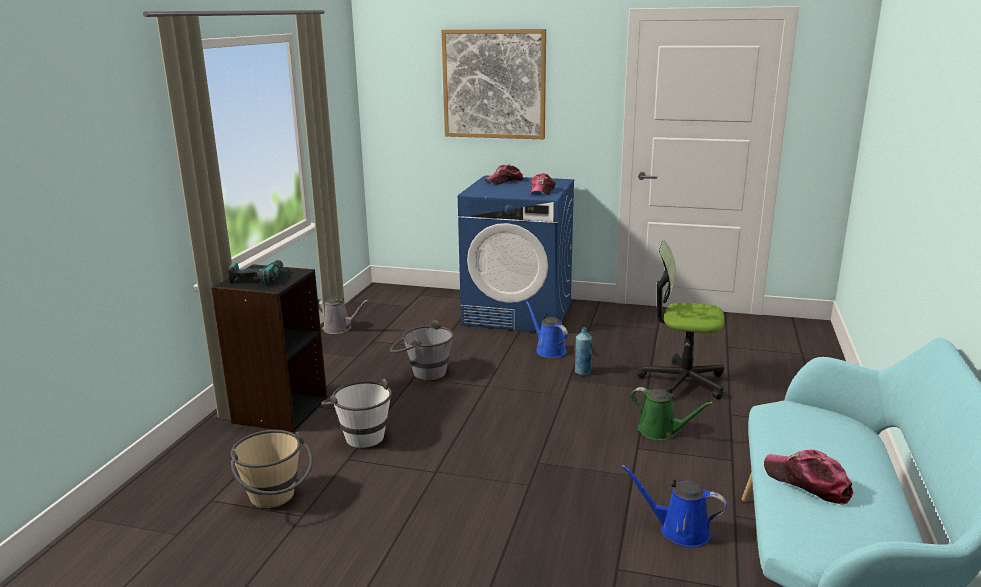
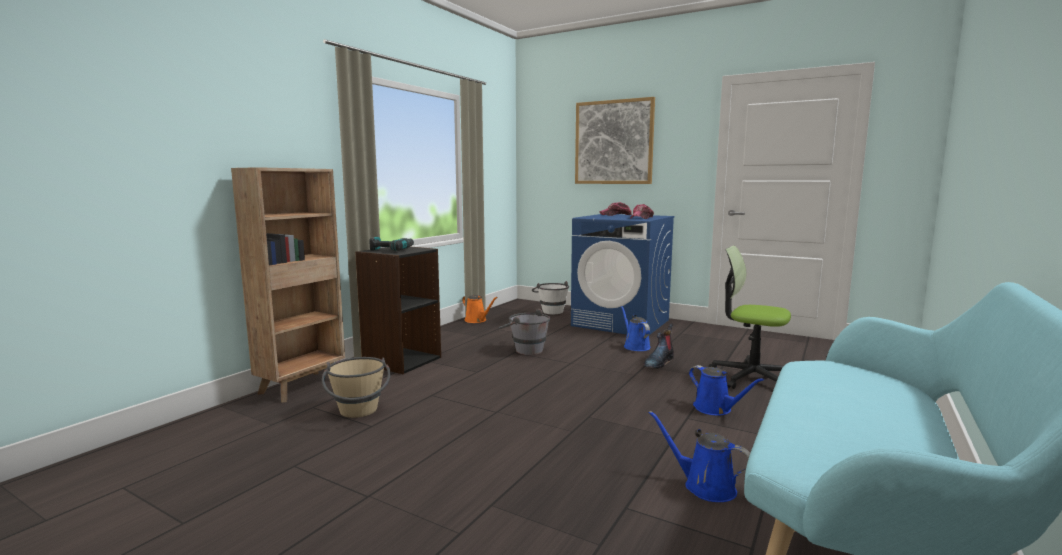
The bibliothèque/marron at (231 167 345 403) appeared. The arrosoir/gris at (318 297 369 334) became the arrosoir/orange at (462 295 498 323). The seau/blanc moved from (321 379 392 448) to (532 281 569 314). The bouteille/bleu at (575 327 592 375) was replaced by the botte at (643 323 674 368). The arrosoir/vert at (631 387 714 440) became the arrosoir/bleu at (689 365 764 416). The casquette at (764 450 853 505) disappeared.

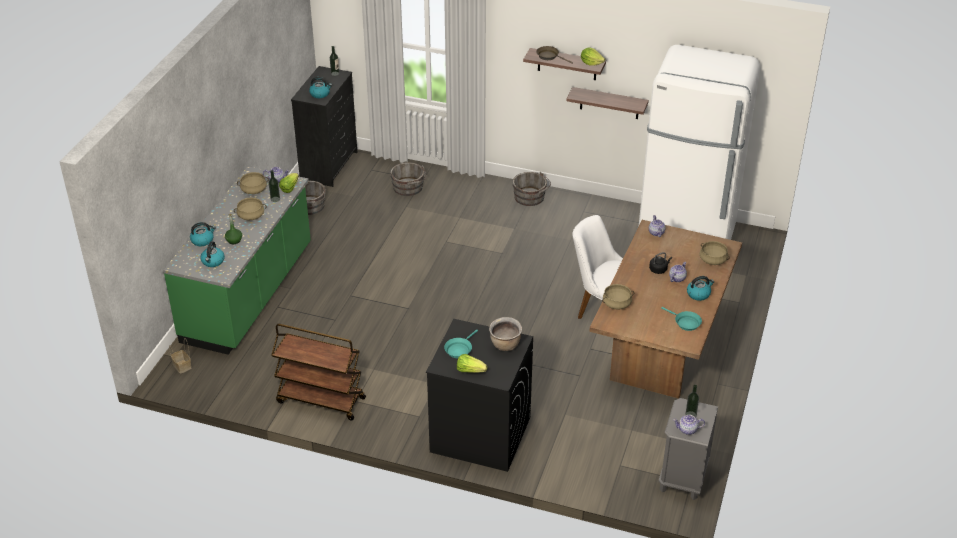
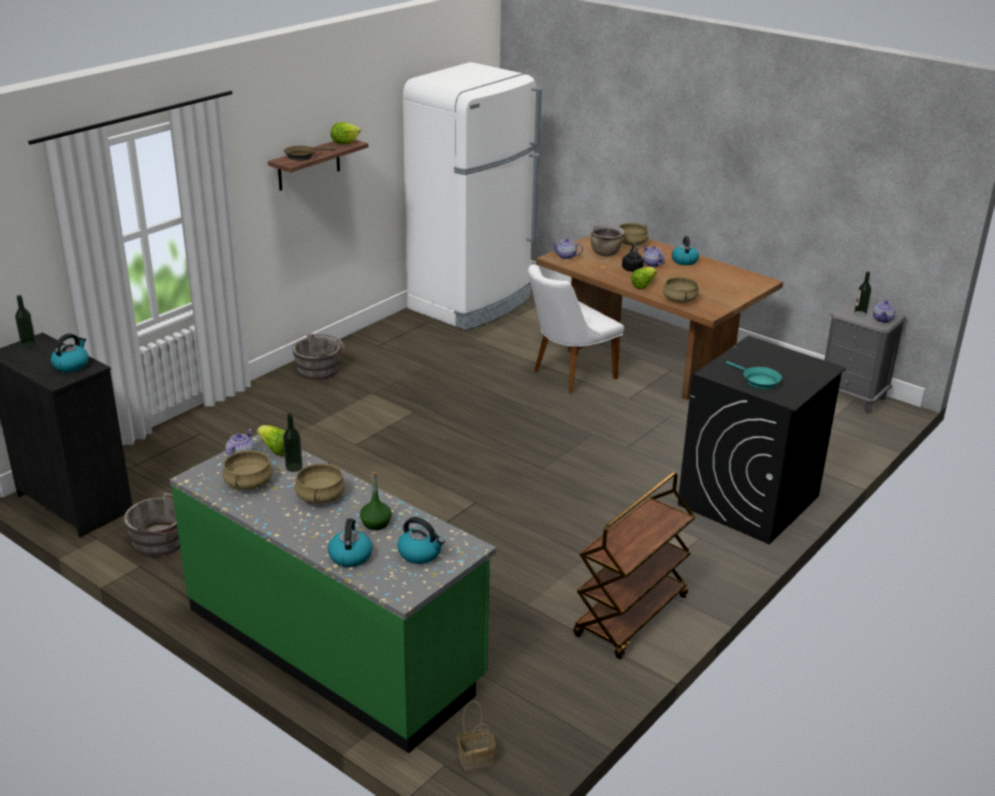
The marmite/marron moved from (489 317 522 351) to (590 224 624 256). The laitue moved from (457 354 487 373) to (631 267 657 289). The seau/gris at (390 162 426 196) disappeared. The étagère at (566 87 649 119) disappeared. The poêle/turquoise at (661 307 702 331) disappeared.

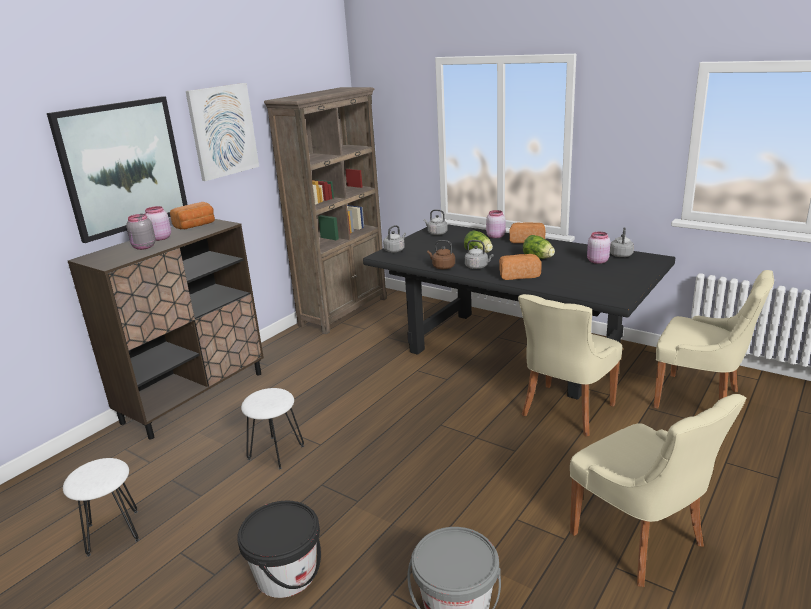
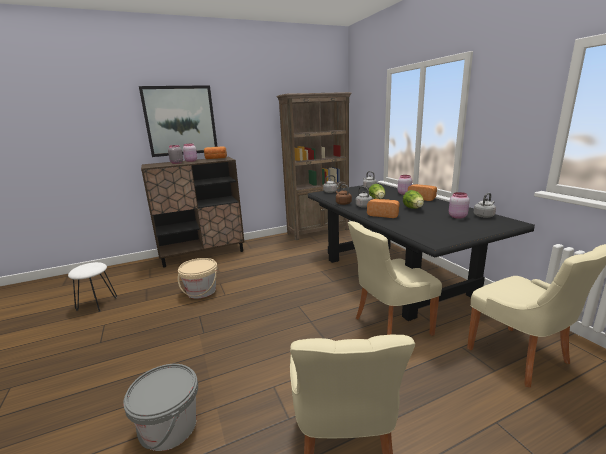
The tabouret/blanc at (241 388 304 469) was replaced by the seau/beige at (178 258 217 299). The tableau at (186 83 259 181) disappeared. The seau/noir at (237 501 321 598) disappeared.

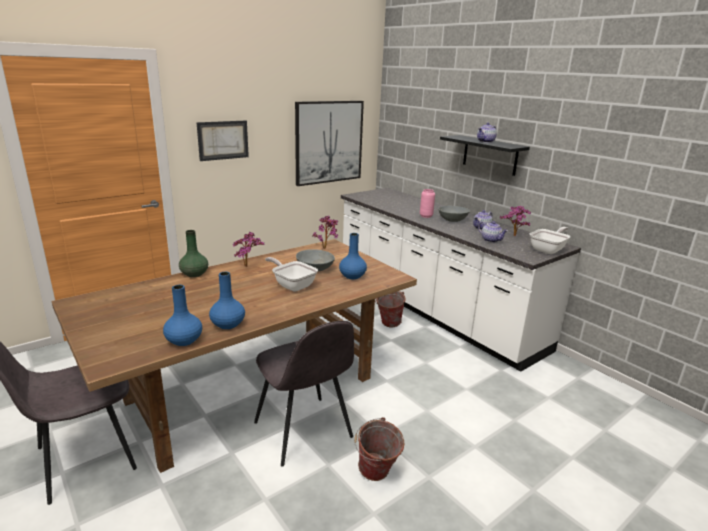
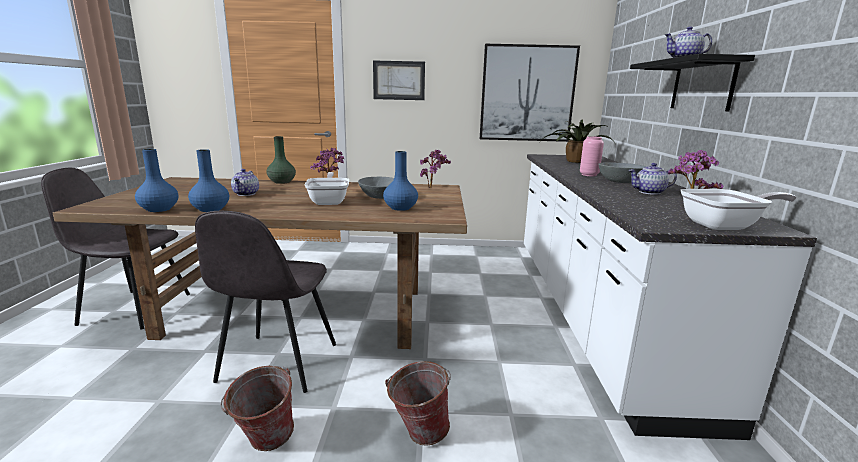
The théière moved from (478 221 508 243) to (231 169 259 196). The seau moved from (375 291 406 327) to (385 361 451 446). The plante en pot at (541 120 615 163) appeared.

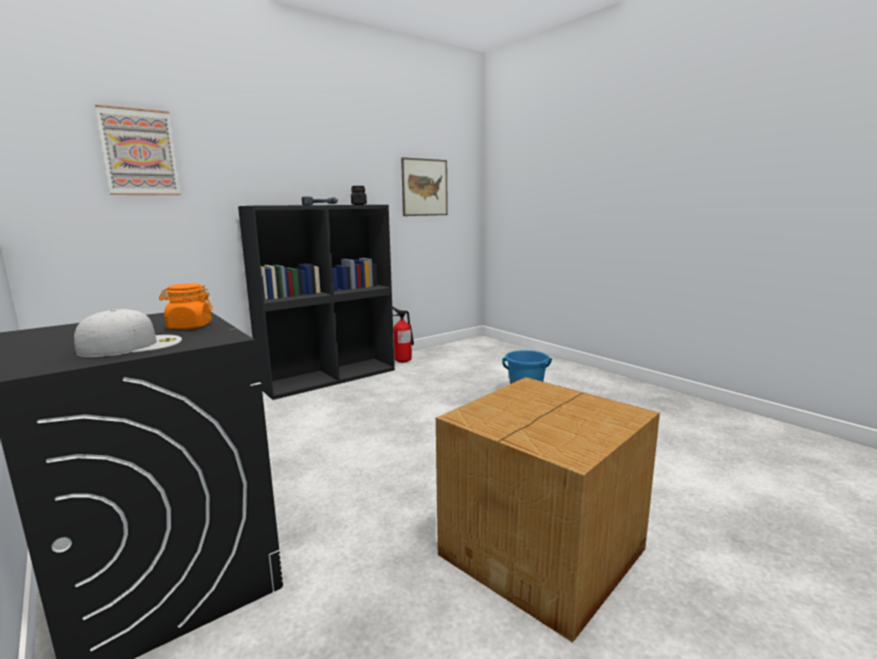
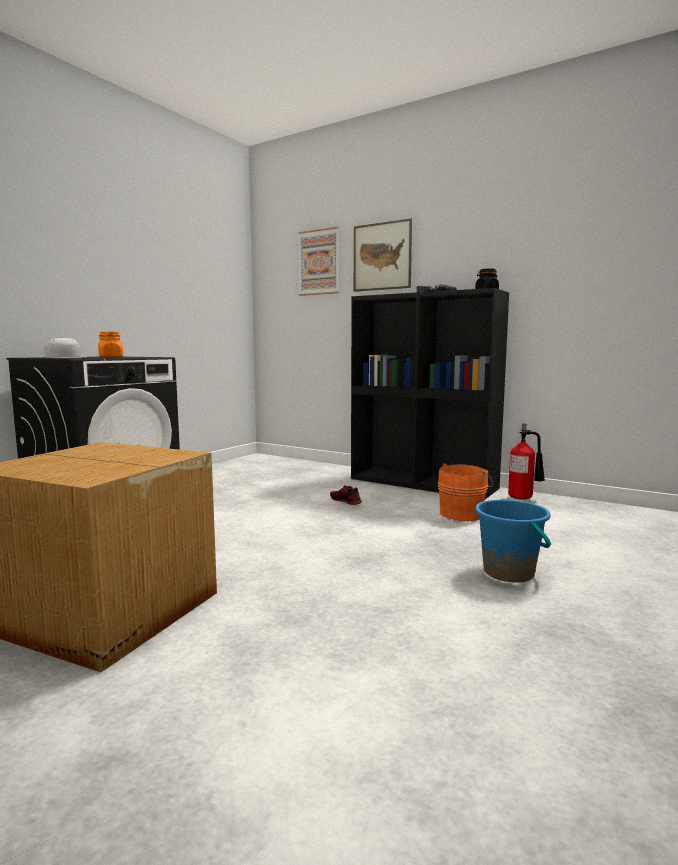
The chaussure at (330 485 362 505) appeared. The tableau moved from (401 157 448 216) to (354 219 412 292). The seau/orange at (438 463 493 522) appeared.

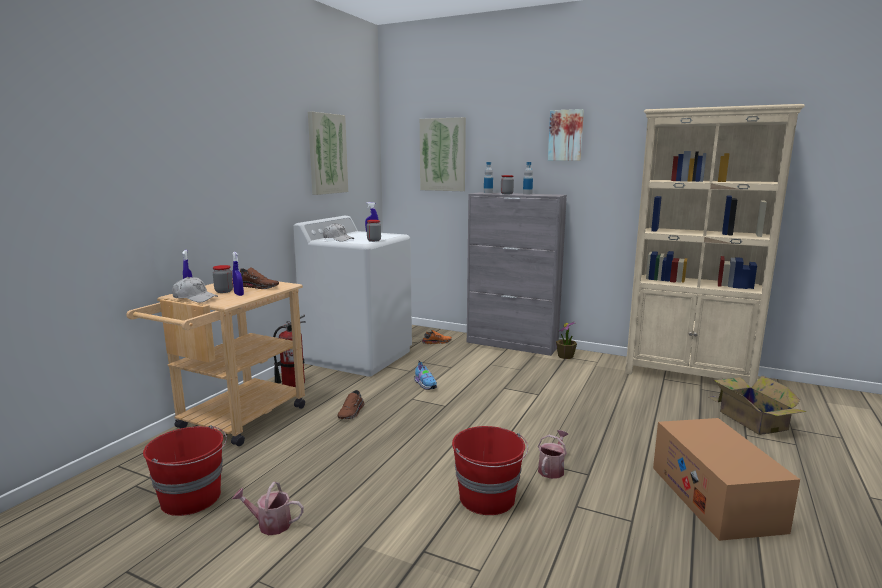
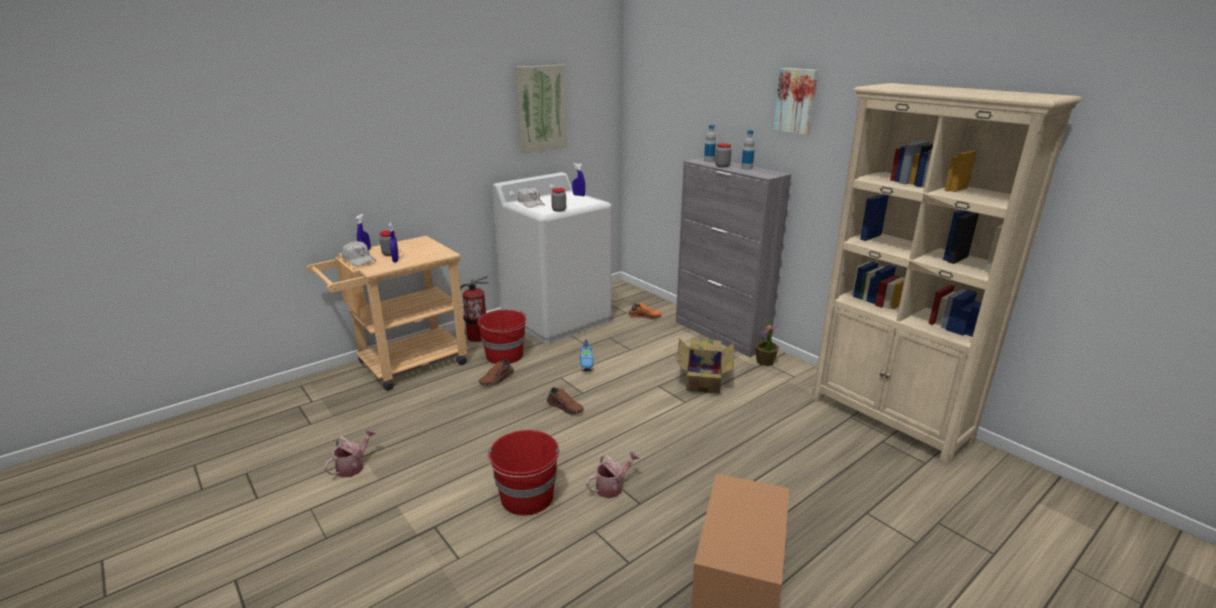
The arrosoir at (232 482 304 535) turned 90 degrees clockwise. The seau/rouge moved from (143 425 227 516) to (478 310 528 364). The chaussure/marron moved from (239 267 279 289) to (547 387 583 415). The carton moved from (708 375 807 435) to (677 338 734 393). The tableau at (420 117 466 191) disappeared.

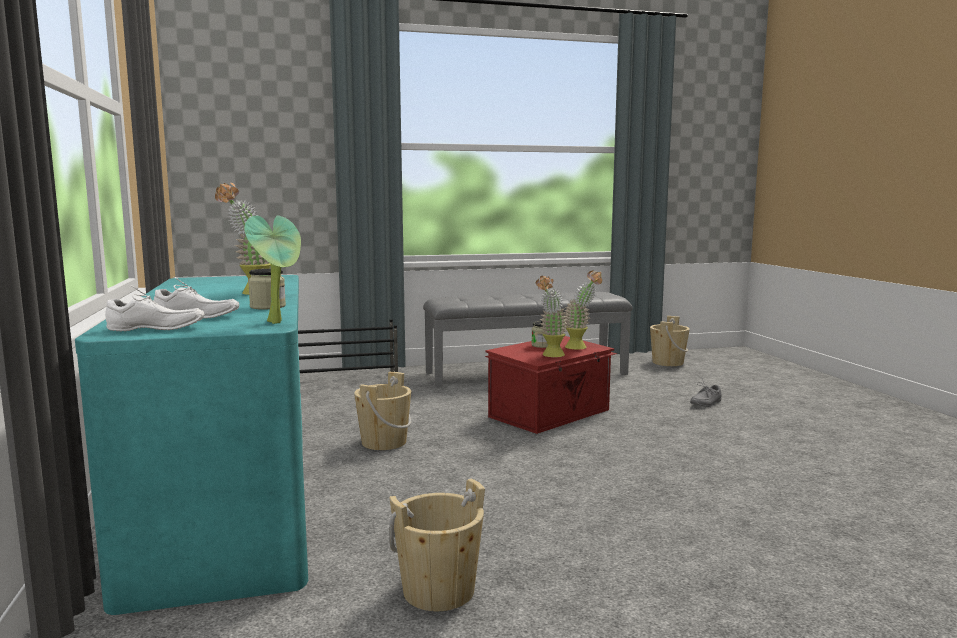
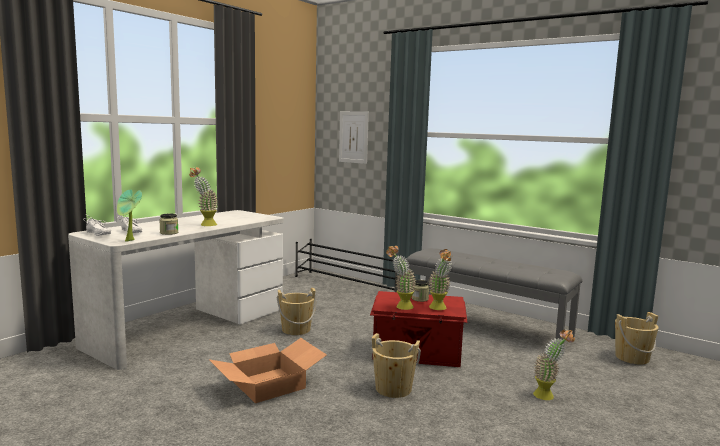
The bureau/turquoise at (75 275 308 615) became the bureau/blanc at (68 210 284 370). The carton at (210 338 327 403) appeared. The tableau at (339 111 369 164) appeared. The seau/beige moved from (389 478 485 611) to (372 333 421 398). The chaussure/gris at (690 379 722 407) was replaced by the plante en pot at (533 329 575 400).

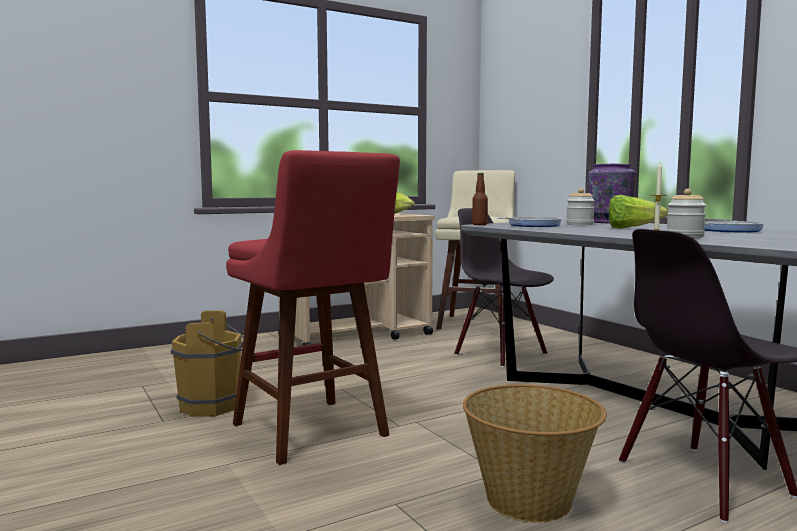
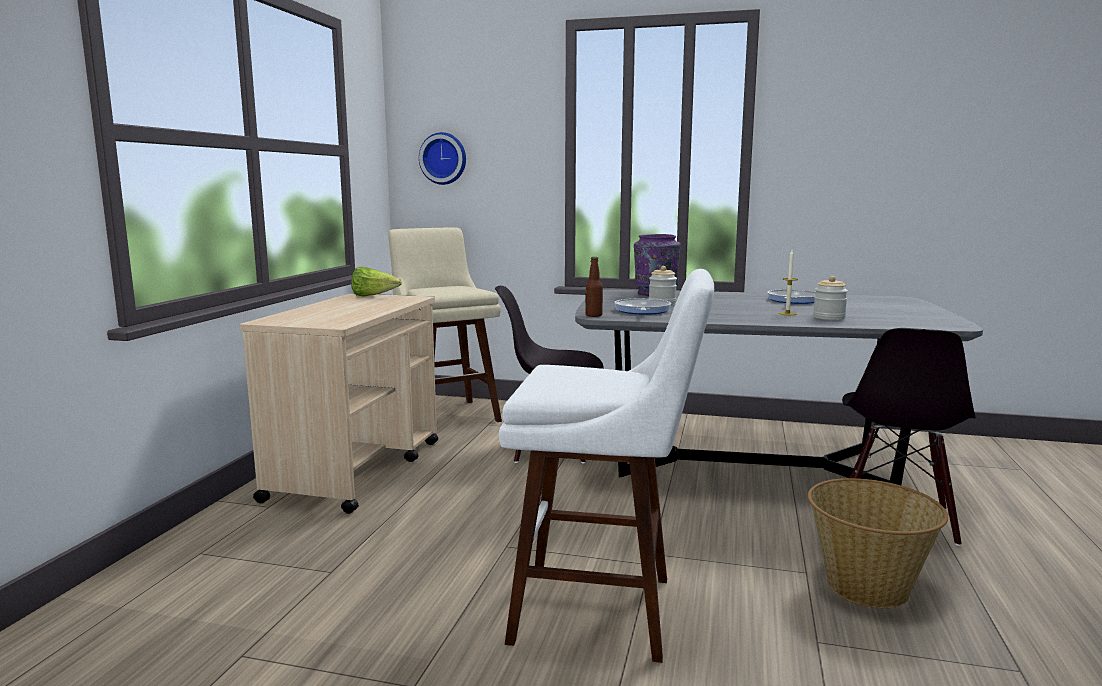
The horloge murale at (419 132 466 185) appeared. The tabouret/rouge at (226 150 400 465) became the tabouret/blanc at (499 269 714 663). The seau/marron at (171 310 244 417) disappeared. The laitue at (609 195 668 229) disappeared.

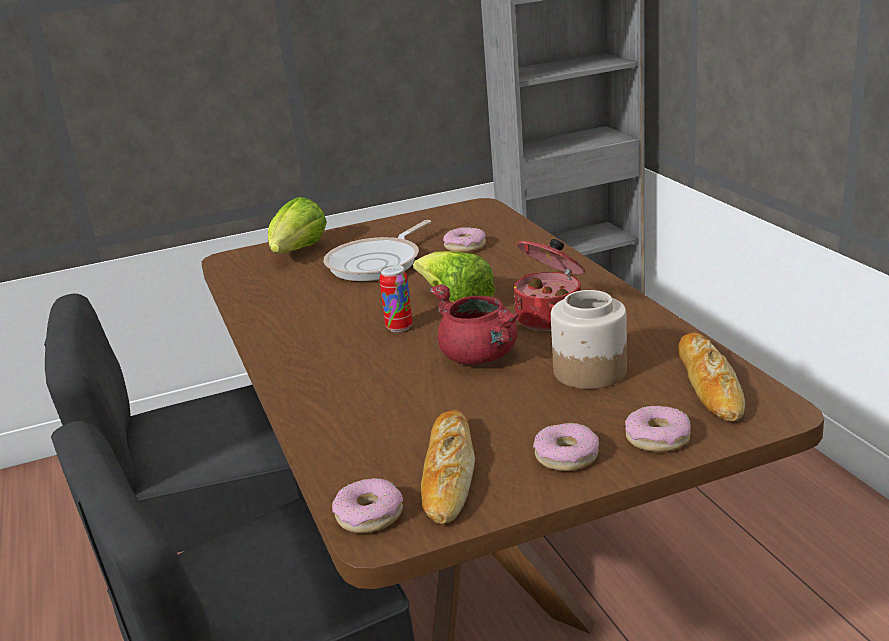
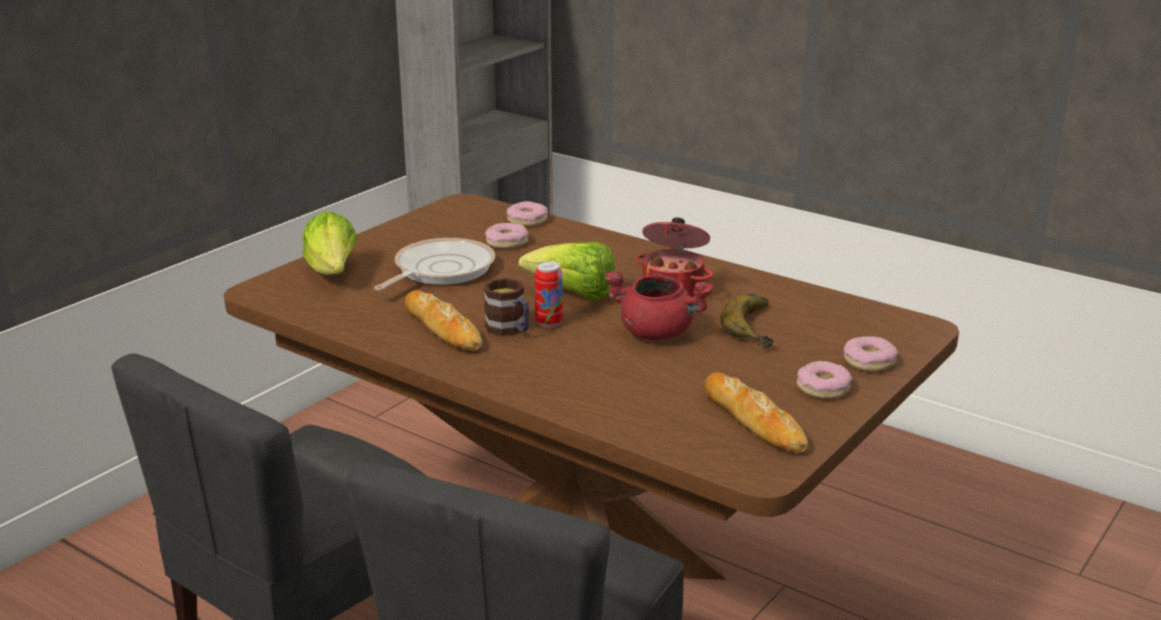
The poêle at (324 220 431 281) turned 150 degrees counterclockwise. The pain moved from (678 332 745 422) to (405 290 482 351). The mug at (484 278 529 336) appeared. The beignet moved from (332 478 403 533) to (507 201 548 227). The bocal at (551 290 627 389) was replaced by the banane at (720 294 773 347).

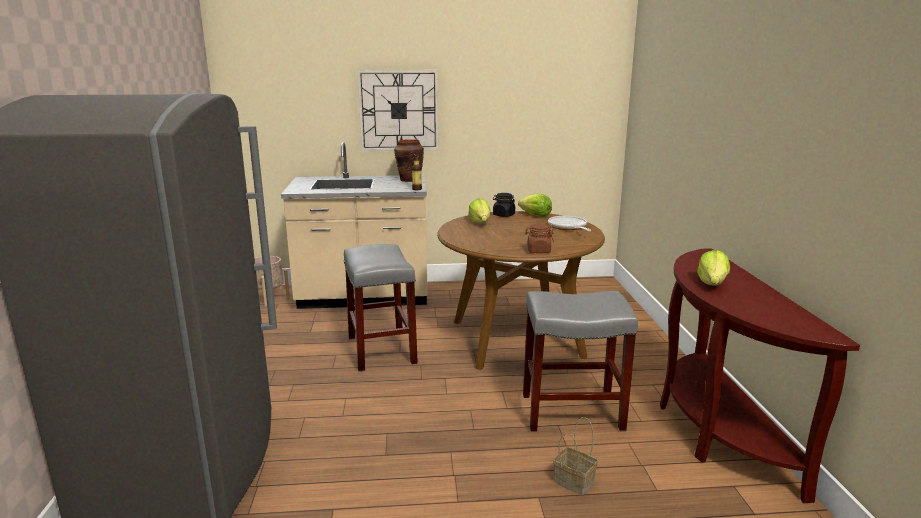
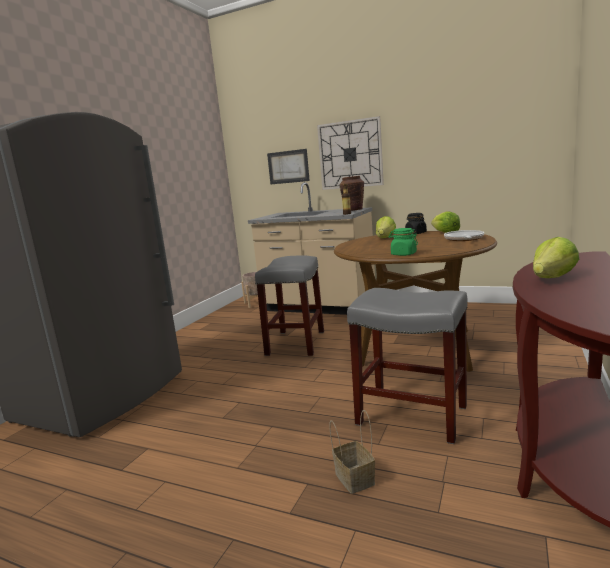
The tableau at (267 149 310 184) appeared. The bocal/marron at (525 224 554 253) became the bocal/vert at (389 228 418 256).

